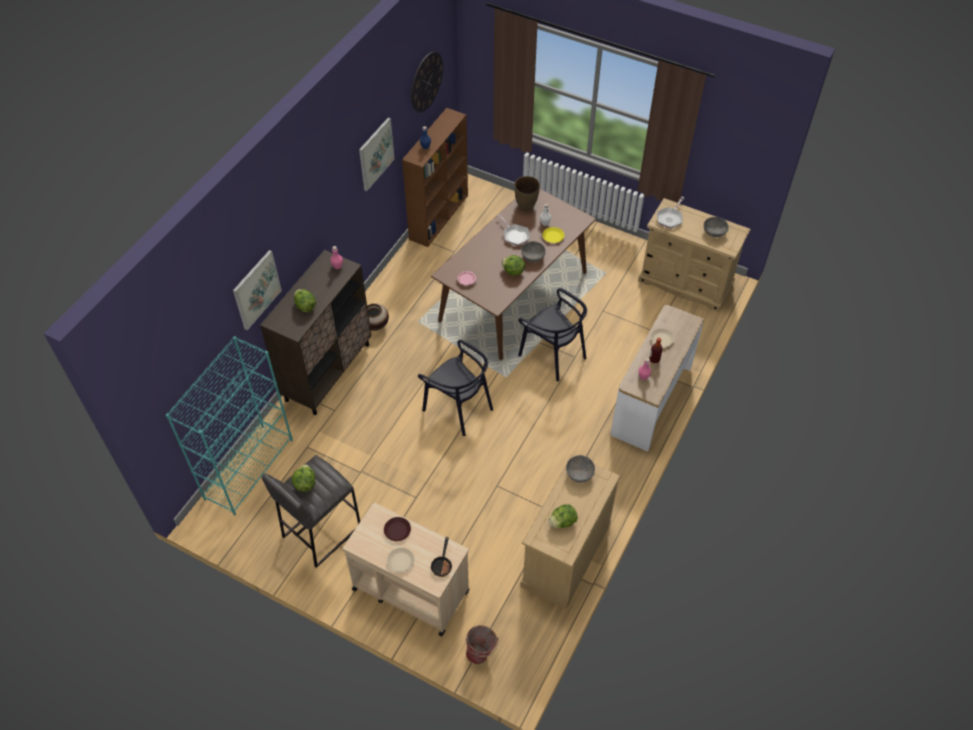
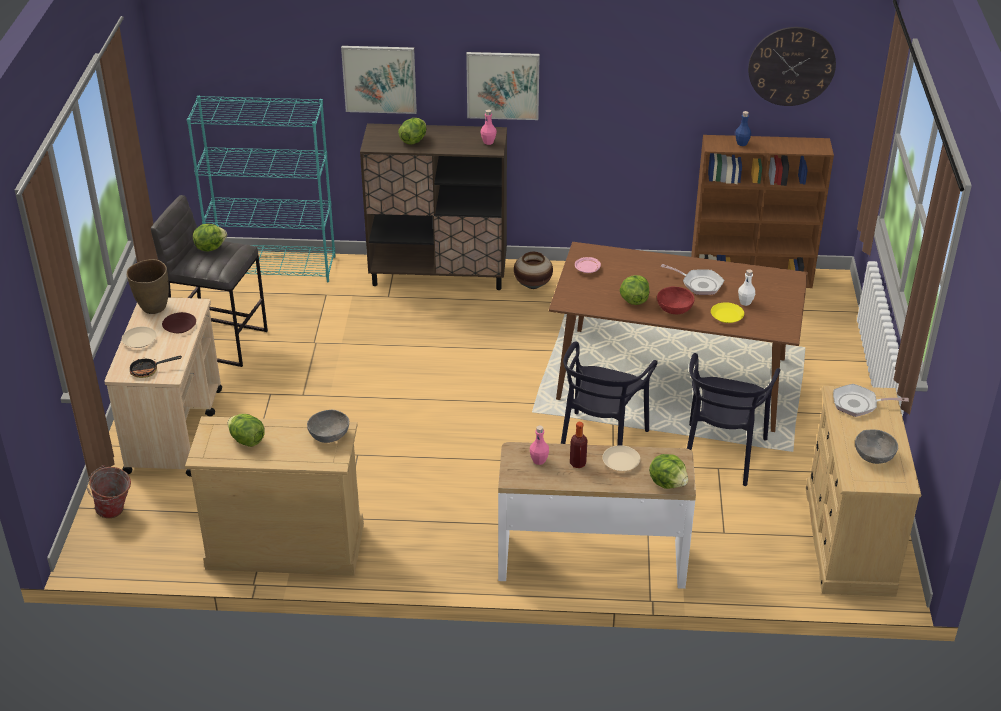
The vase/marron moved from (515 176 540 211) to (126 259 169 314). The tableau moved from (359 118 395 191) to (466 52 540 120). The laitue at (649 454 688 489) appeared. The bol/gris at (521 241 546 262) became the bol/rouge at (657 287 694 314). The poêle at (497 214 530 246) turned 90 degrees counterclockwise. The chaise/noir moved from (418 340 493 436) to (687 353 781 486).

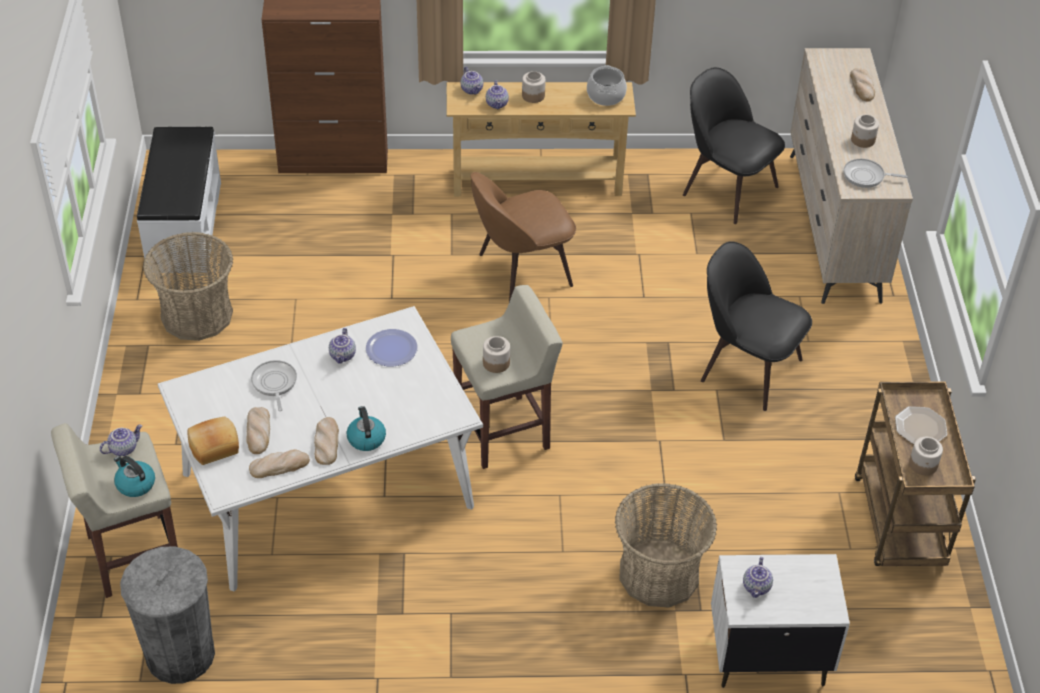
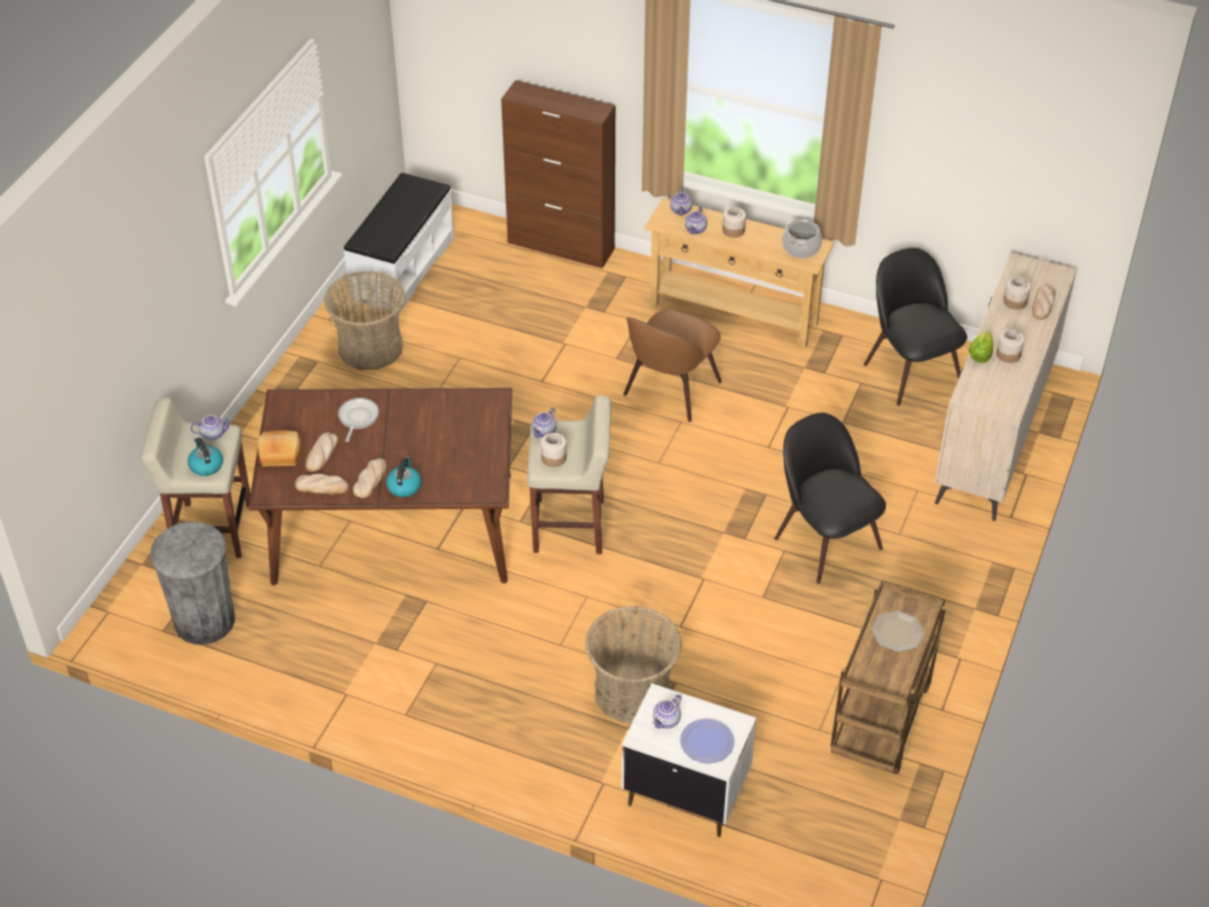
The table à manger/blanc at (158 306 483 591) became the table à manger/marron at (248 388 512 586). The théière moved from (329 328 356 364) to (532 408 557 438). The chaise/marron at (470 172 576 302) turned 60 degrees counterclockwise. The assiette moved from (366 329 417 366) to (680 718 735 763). The laitue at (969 331 993 363) appeared. The bocal moved from (909 437 943 475) to (1003 277 1031 309). The poêle at (844 159 908 188) disappeared.

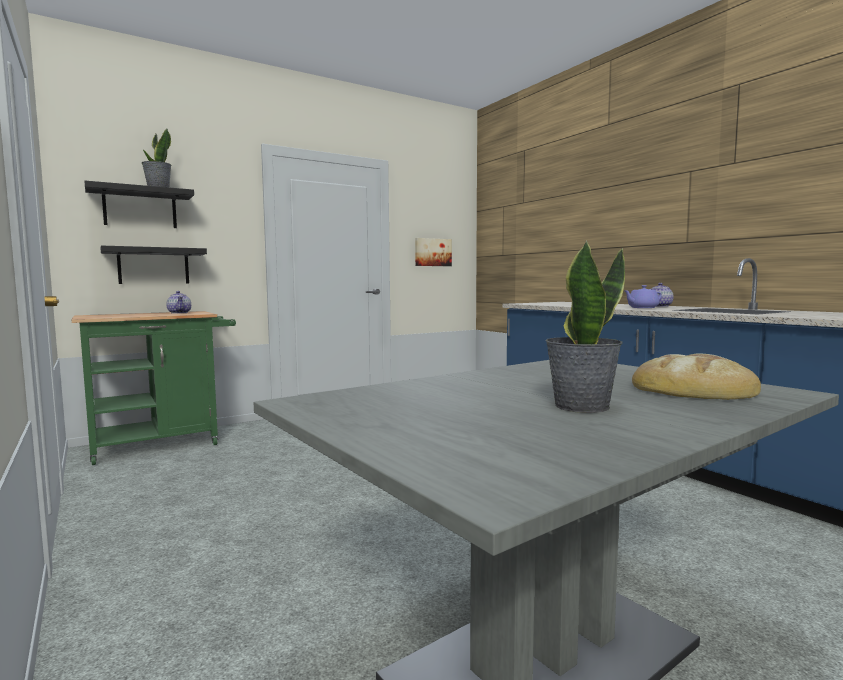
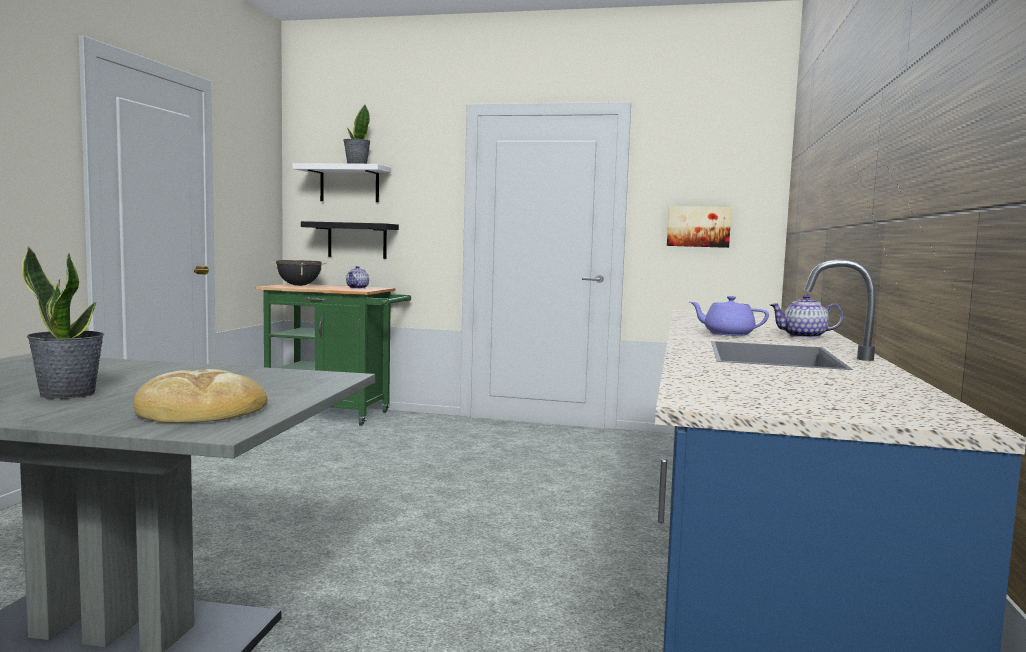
The marmite/noir at (270 260 327 286) appeared. The étagère/noir at (84 181 194 228) became the étagère/blanc at (292 163 391 202).

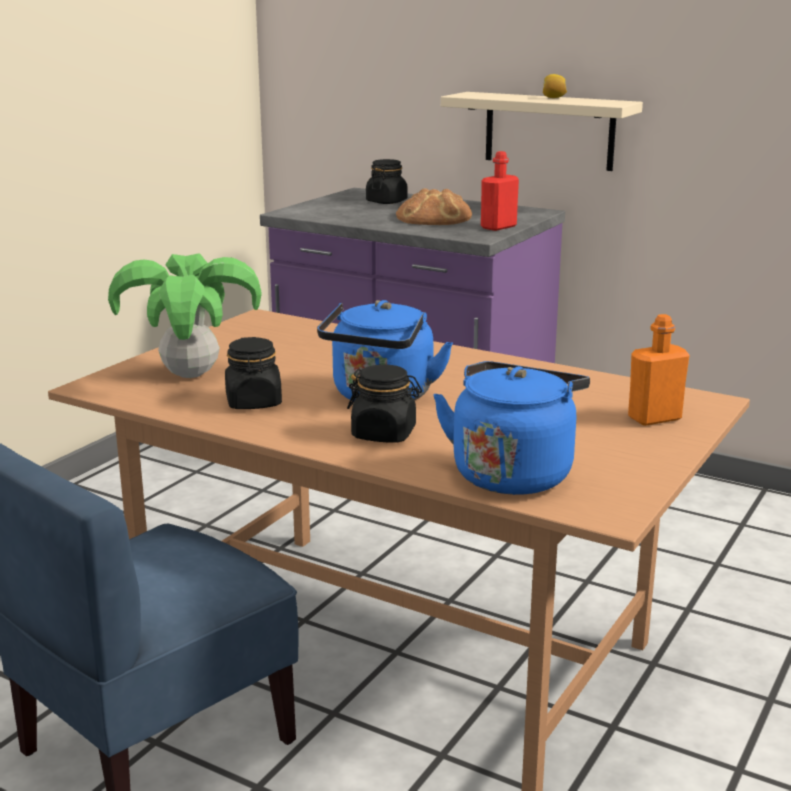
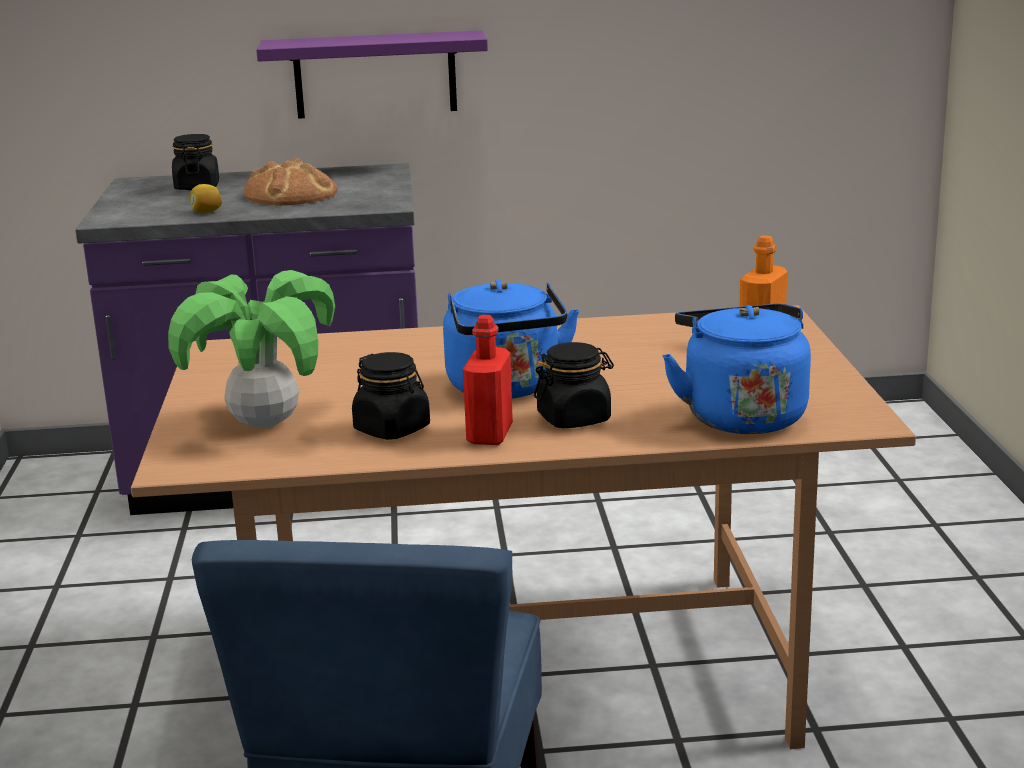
The citron moved from (543 74 567 98) to (190 184 222 213). The étagère/beige at (441 92 643 171) became the étagère/violet at (256 30 488 119). The bouteille/rouge moved from (481 151 519 231) to (463 315 513 445).

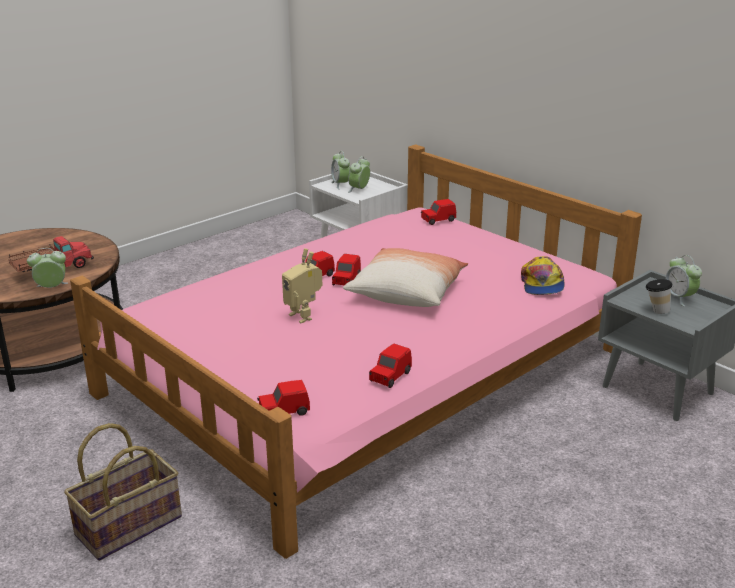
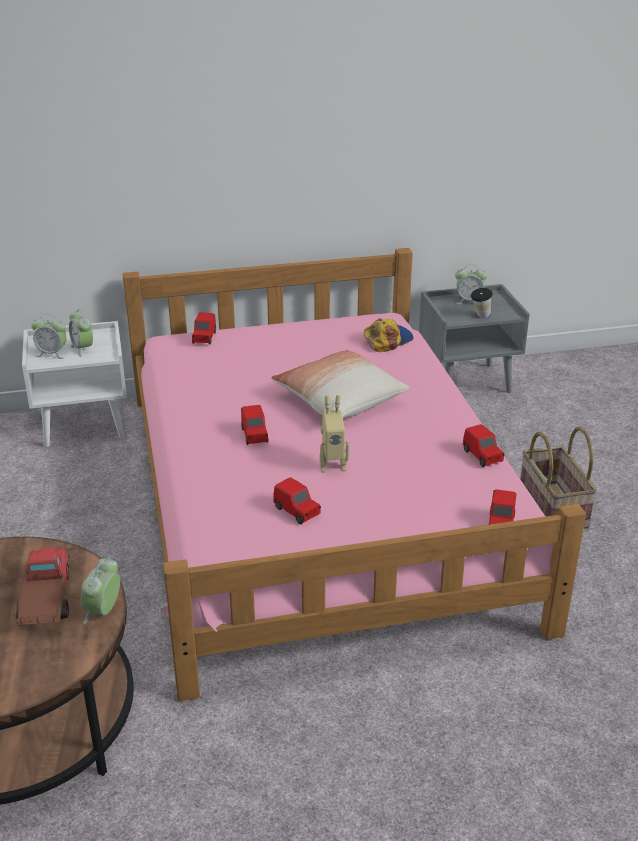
The petite voiture/rouge moved from (332 254 361 285) to (273 477 321 524). The casquette at (521 256 565 295) turned 75 degrees counterclockwise. The panier moved from (64 423 182 561) to (520 427 597 529).

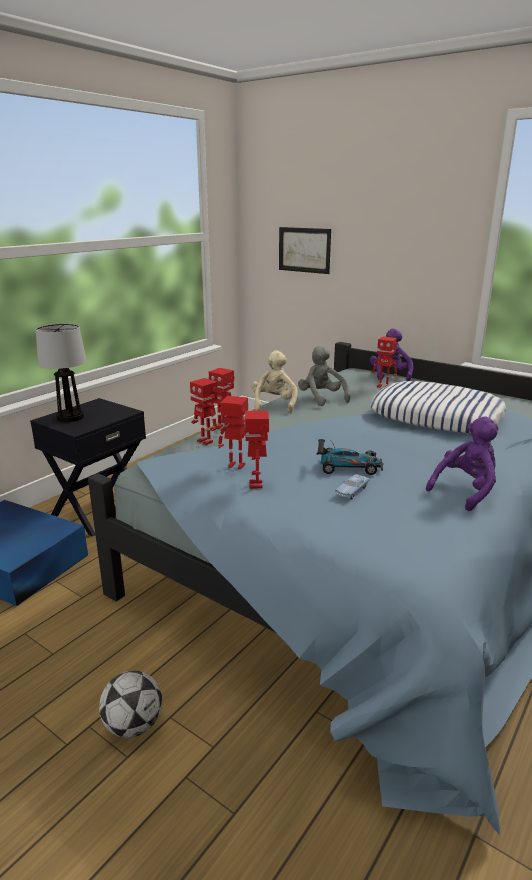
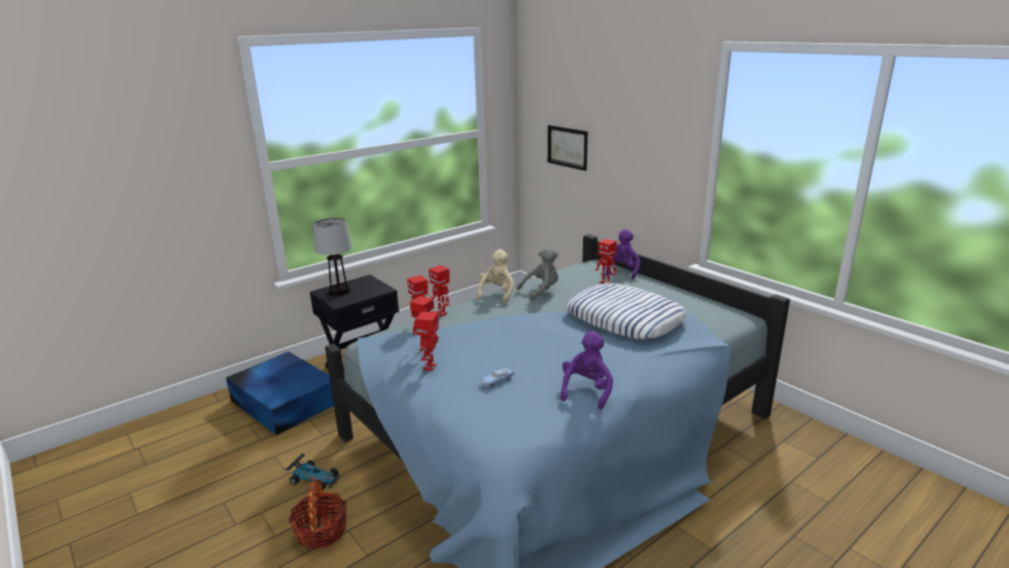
The petite voiture moved from (317 439 383 475) to (285 454 341 489). The ballon de foot at (99 670 162 738) was replaced by the panier at (289 479 347 549). The peluche/gris at (298 346 351 406) turned 75 degrees clockwise. The peluche/violet at (426 416 498 511) turned 45 degrees counterclockwise.

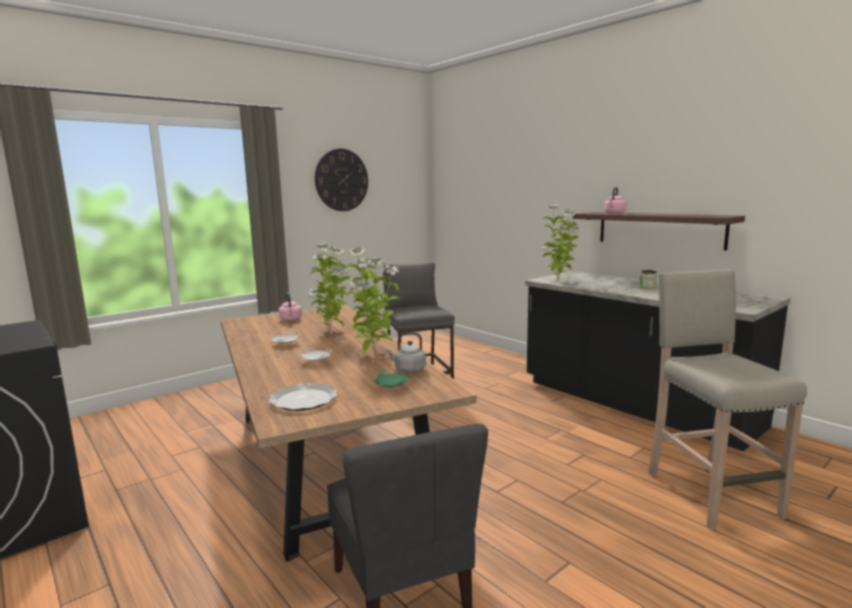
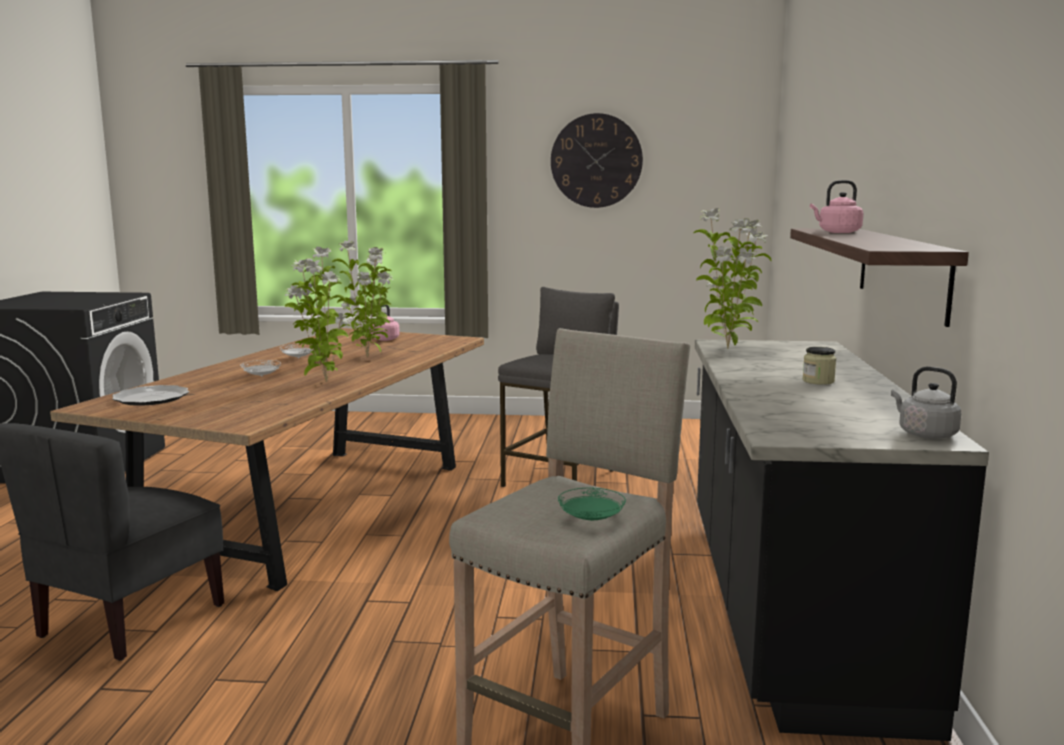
The assiette/vert moved from (372 369 410 388) to (558 488 626 521). The bouilloire/gris moved from (386 332 426 372) to (891 367 962 439).

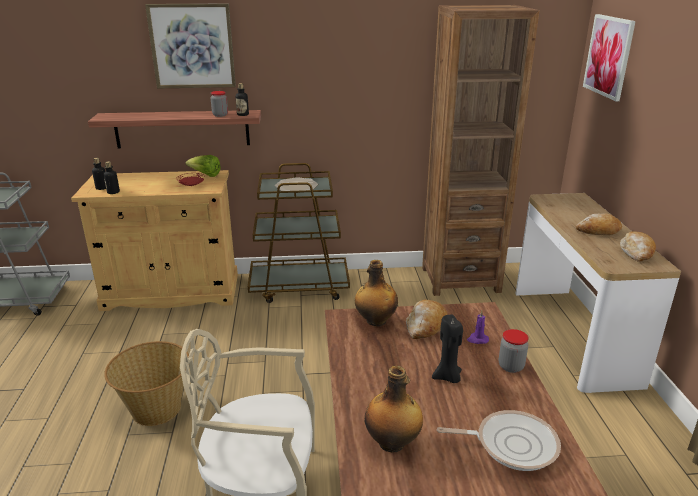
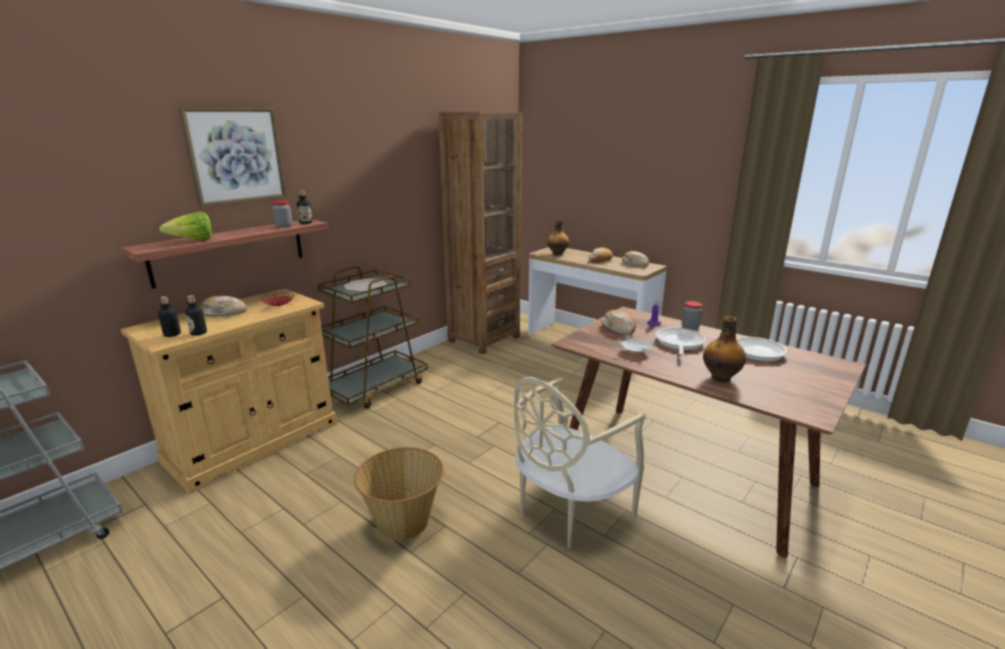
The laitue moved from (186 155 221 177) to (159 212 212 240). The pain at (199 296 247 316) appeared. The bouteille moved from (355 260 398 326) to (547 219 569 255). The assiette/blanc at (619 335 654 352) appeared. The bougie/noir at (432 315 463 383) was replaced by the poêle at (655 327 706 356). The tableau at (583 14 636 101) disappeared.

